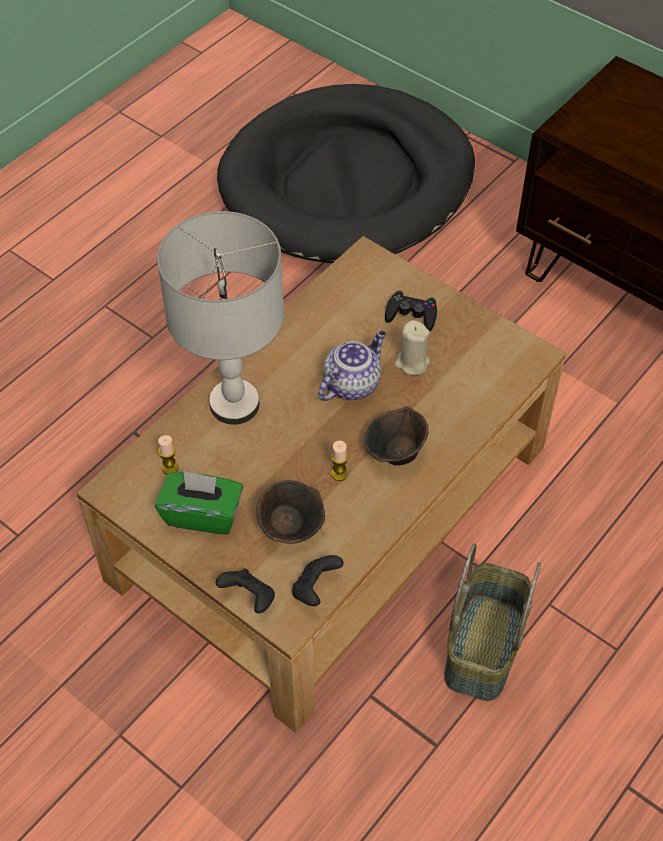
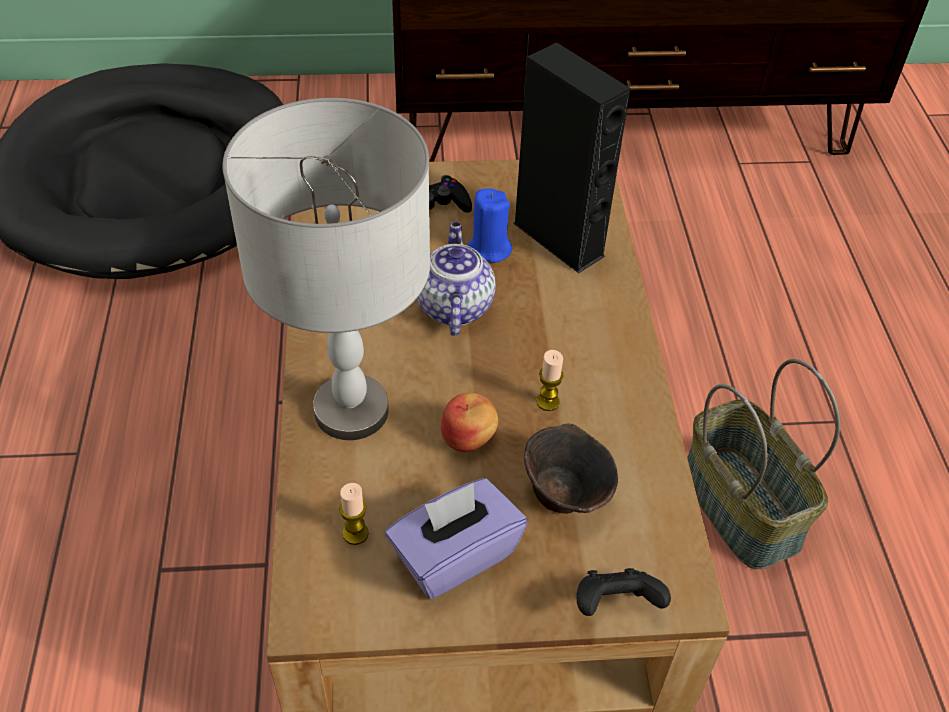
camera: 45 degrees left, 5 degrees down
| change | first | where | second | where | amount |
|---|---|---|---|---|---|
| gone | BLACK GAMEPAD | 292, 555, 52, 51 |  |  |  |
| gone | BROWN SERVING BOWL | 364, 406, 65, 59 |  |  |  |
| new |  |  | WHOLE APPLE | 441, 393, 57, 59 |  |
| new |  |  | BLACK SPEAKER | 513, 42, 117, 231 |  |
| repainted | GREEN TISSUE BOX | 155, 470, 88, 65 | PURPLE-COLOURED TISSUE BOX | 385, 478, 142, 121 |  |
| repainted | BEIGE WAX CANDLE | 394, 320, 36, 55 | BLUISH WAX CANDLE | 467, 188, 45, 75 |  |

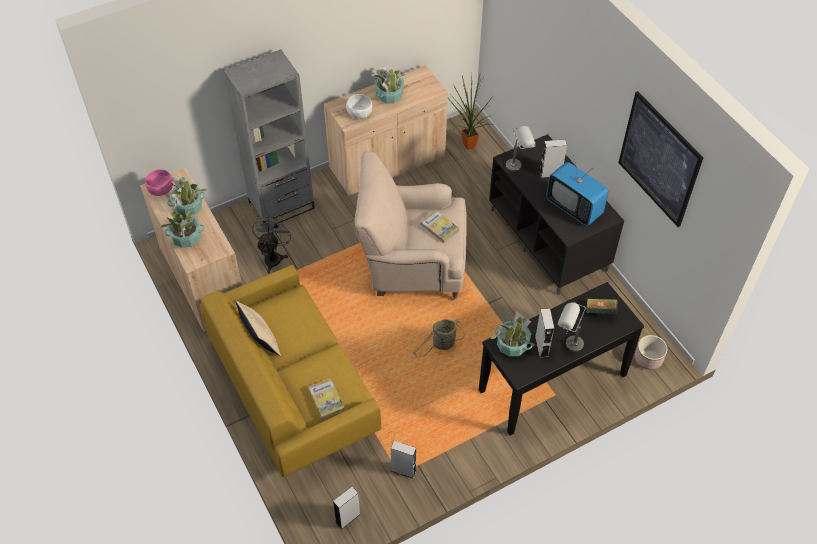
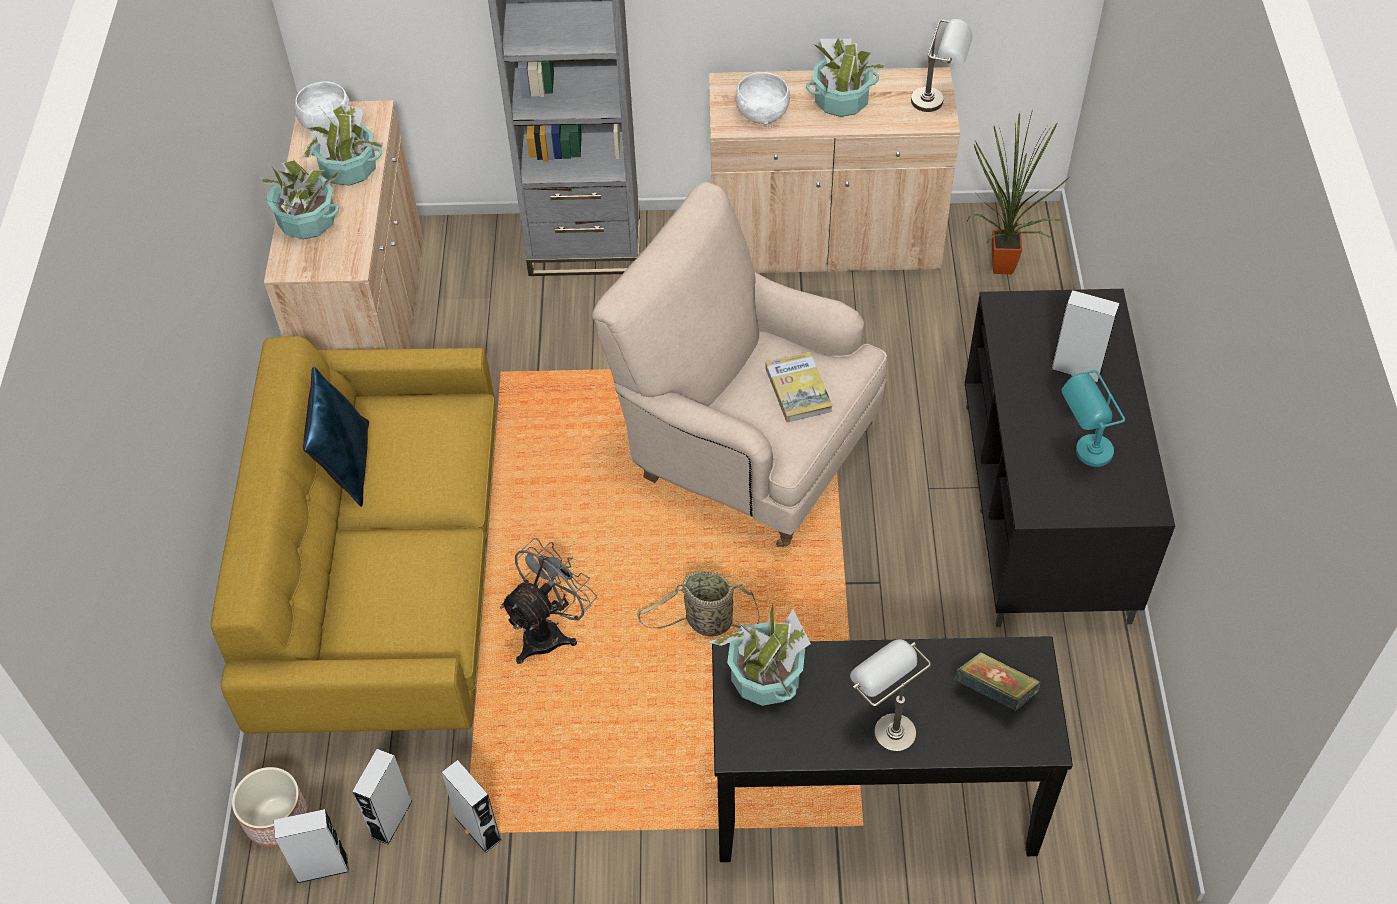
camera: 30 degrees right, 0 degrees up
| change | first | where | second | where | amount |
|---|---|---|---|---|---|
| gone | VOLUME | 308, 378, 37, 41 |  |  |  |
| gone | WALL PICTURE | 618, 91, 86, 136 |  |  |  |
| shifted | GREY FAN | 252, 213, 41, 60 |  | 500, 538, 97, 126 |  |
| shifted | GREY LAMP FOR A TABLE | 506, 126, 30, 46 |  | 911, 19, 62, 93 |  |
| shifted | GREY SPEAKER | 535, 308, 20, 50 |  | 352, 749, 60, 96 |  |
| shifted | PLANTER | 635, 335, 32, 35 |  | 232, 767, 76, 80 |  |
| swapped | TV SET | 546, 155, 63, 71 | TURQUOISE-COLOURED LAMP FOR A TABLE | 1062, 370, 63, 97 |  |
| repainted | PINKISH SERVING BOWL | 145, 169, 28, 27 | WHITE-COLOURED SERVING BOWL | 294, 81, 56, 50 |  |
| repainted | BEIGE PILLOW | 236, 301, 45, 55 | BLUISH PILLOW | 303, 367, 66, 140 |  |

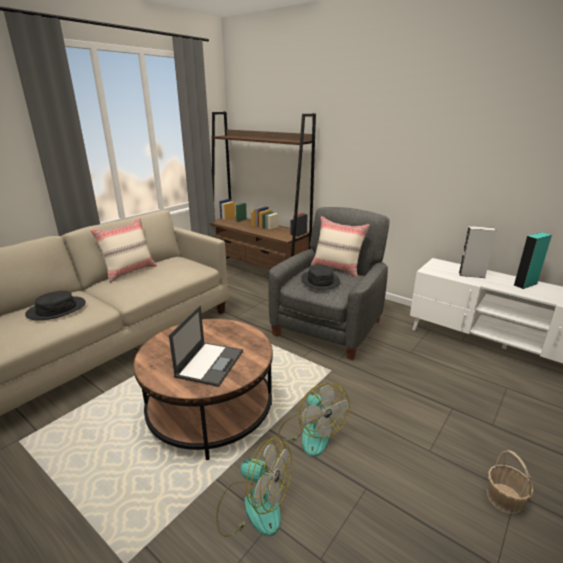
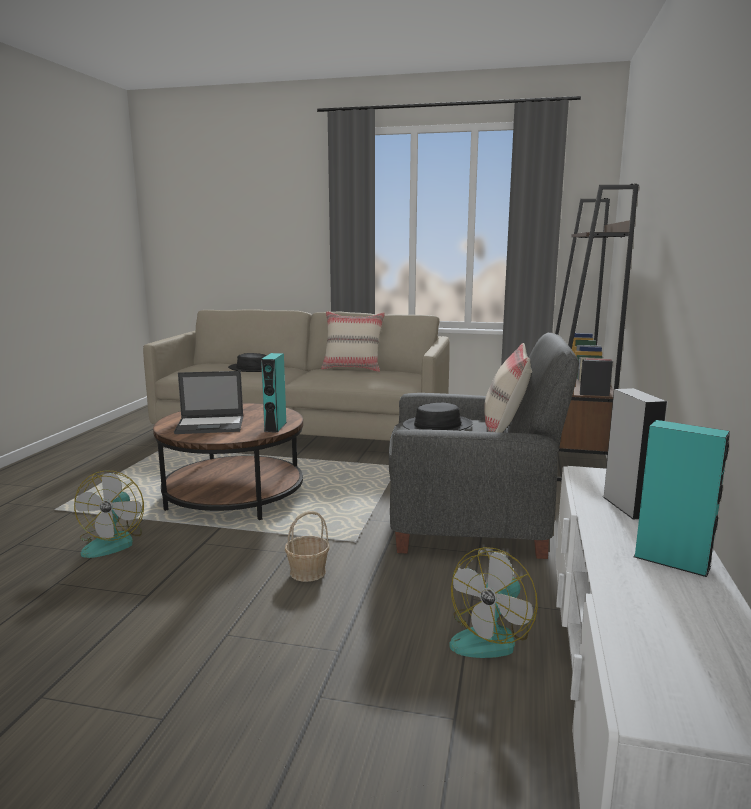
camera: 65 degrees right, 10 degrees down
| change | first | where | second | where | amount |
|---|---|---|---|---|---|
| new |  |  | TURQUOISE-COLOURED SPEAKER | 261, 353, 26, 80 |  |
| shifted | FAN | 278, 383, 72, 74 |  | 449, 547, 89, 111 |  |
| shifted | BASKET | 487, 450, 47, 64 |  | 285, 511, 45, 71 |  |

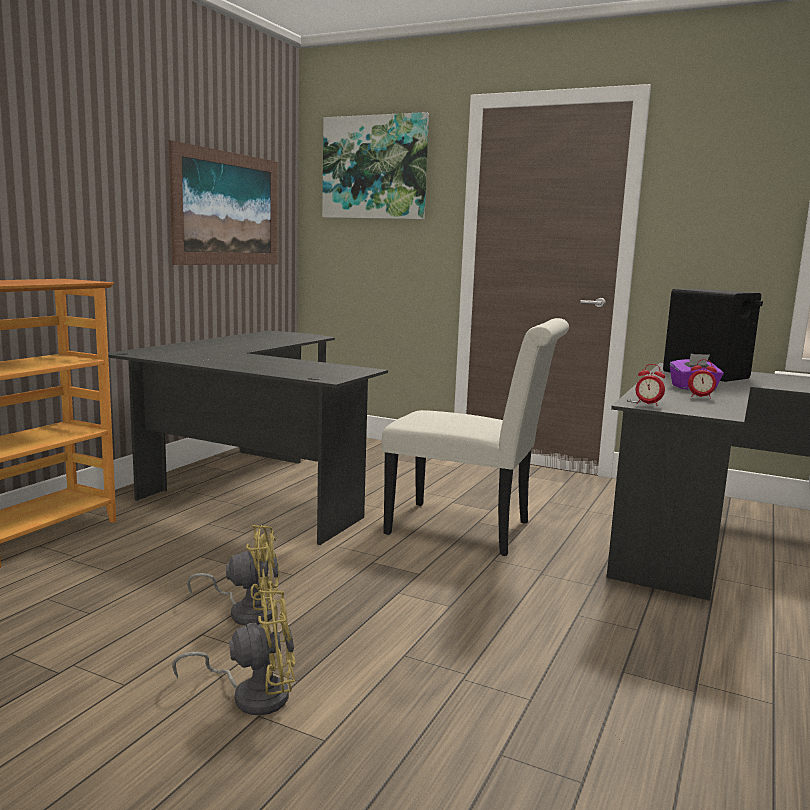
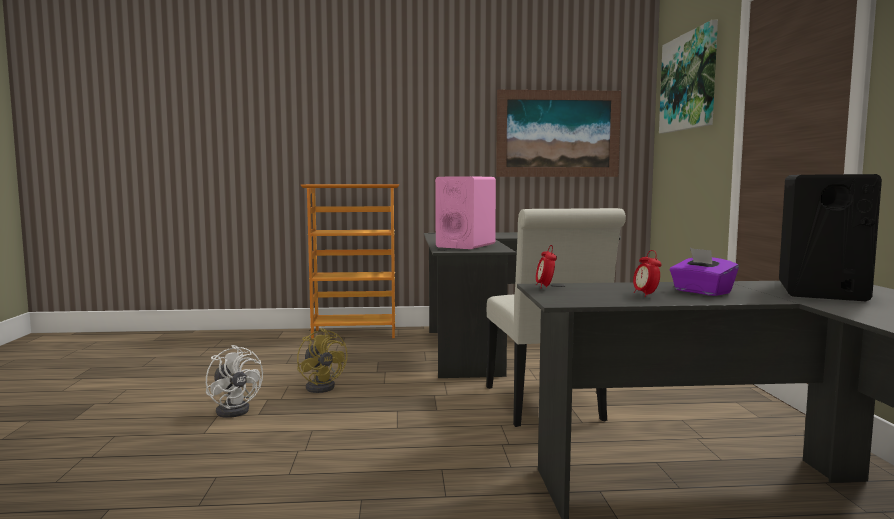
camera: 60 degrees right, 5 degrees down
| change | first | where | second | where | amount |
|---|---|---|---|---|---|
| new |  |  | PINKISH SPEAKER | 435, 176, 61, 73 |  |
| repainted | YELLOW FAN | 172, 589, 123, 126 | WHITE-COLOURED FAN | 206, 345, 57, 73 |  |

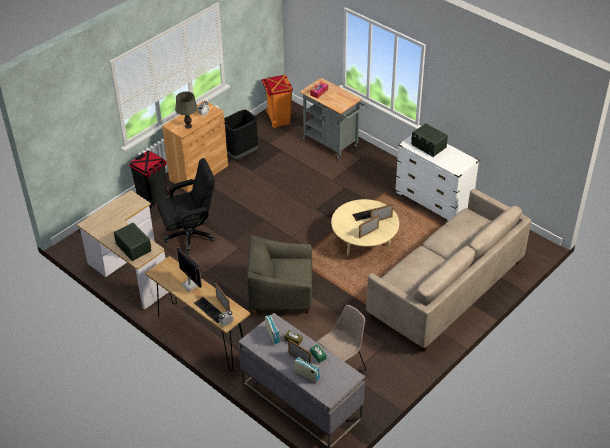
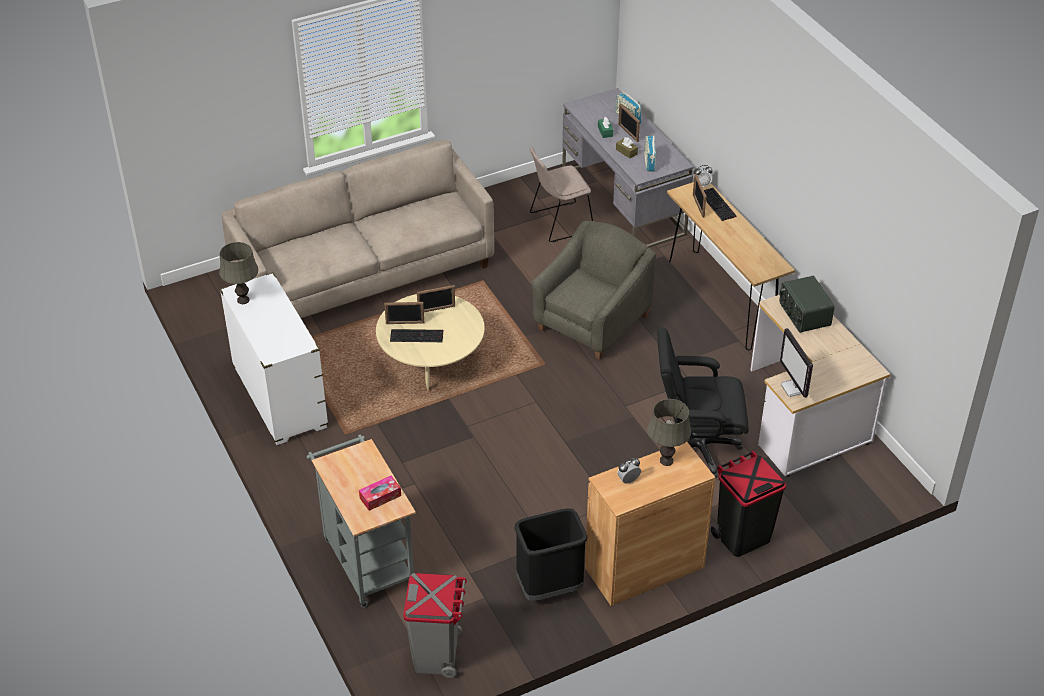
camera: 160 degrees left, 0 degrees up
| change | first | where | second | where | amount |
|---|---|---|---|---|---|
| gone | RADIO SET | 411, 123, 37, 34 |  |  |  |
| new |  |  | GREY LAMP FOR A TABLE | 219, 242, 39, 62 |  |
| shifted | COMPUTER DISPLAY | 177, 247, 25, 44 |  | 780, 328, 33, 70 |  |
| repainted | ORANGE TRASH CAN | 262, 75, 31, 53 | GREY TRASH CAN | 403, 573, 64, 105 |  |
| rotated | GREY ARMCHAIR | 247, 235, 65, 80 |  | 531, 221, 125, 139 | 75 degrees counterclockwise |

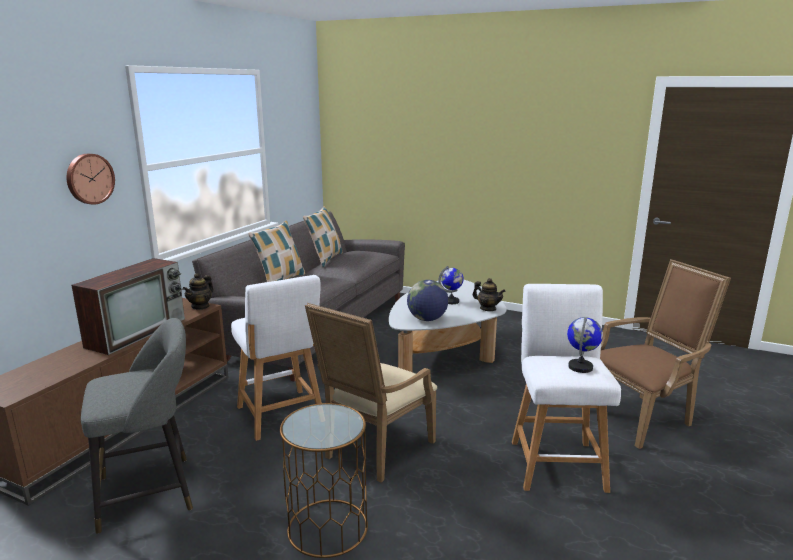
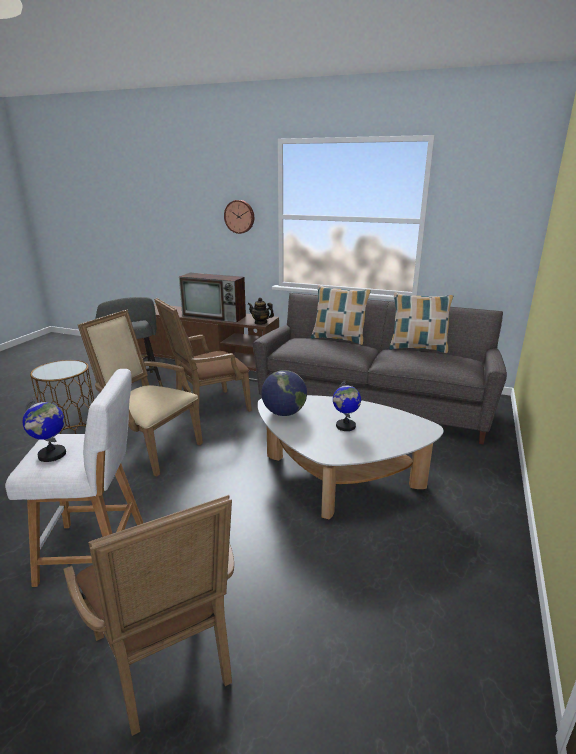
camera: 85 degrees right, 5 degrees up
| change | first | where | second | where | amount |
|---|---|---|---|---|---|
| gone | TEA POT | 473, 278, 32, 33 |  |  |  |
| swapped | WHITE-COLOURED STOOL | 231, 275, 91, 166 | BROWN ARMCHAIR | 154, 298, 98, 114 |  |

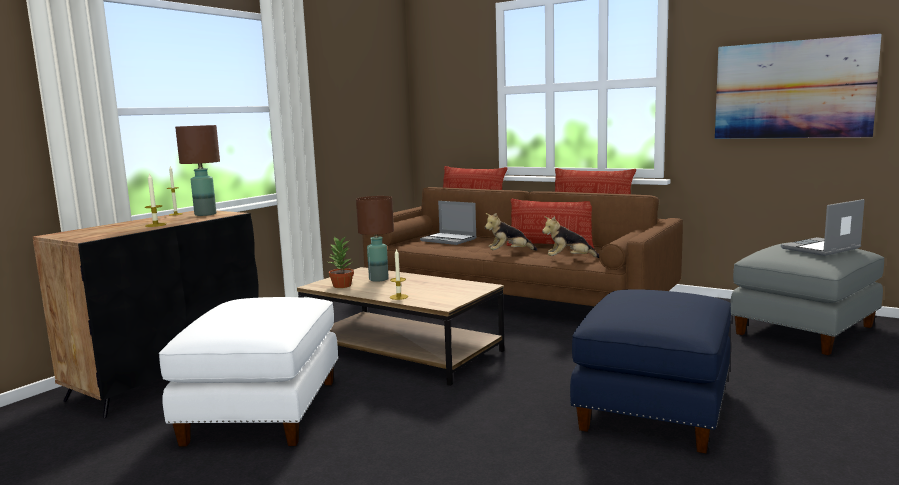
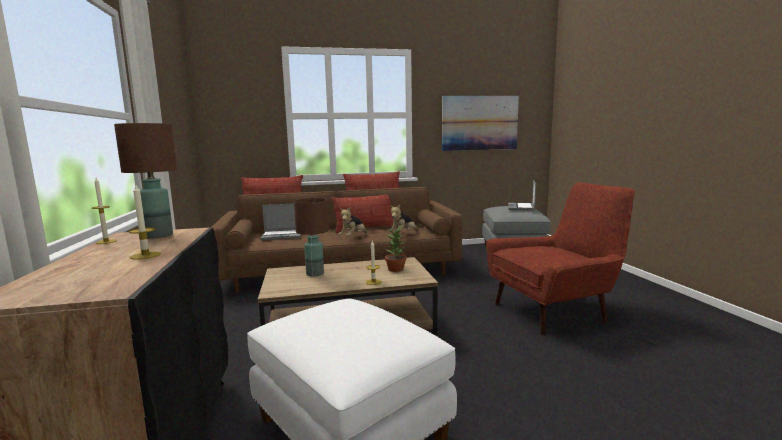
camera: 45 degrees left, 0 degrees up
| change | first | where | second | where | amount |
|---|---|---|---|---|---|
| shifted | POTTED PLANT | 328, 237, 26, 51 |  | 385, 226, 22, 46 |  |
| swapped | BLUISH OTTOMAN | 570, 289, 161, 164 | REDDISH ARMCHAIR | 486, 182, 149, 153 |  |

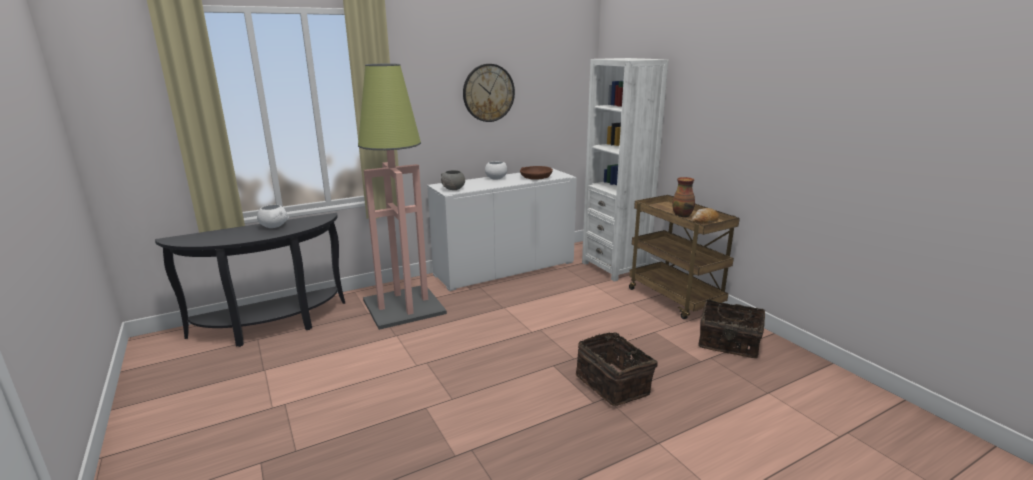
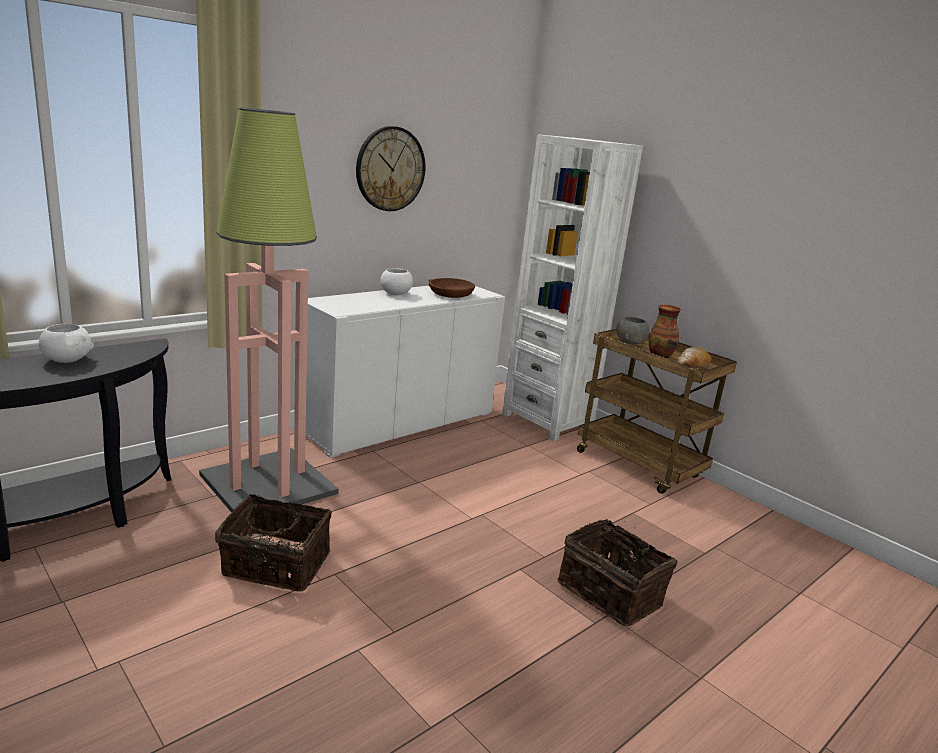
camera: 15 degrees left, 0 degrees up
| change | first | where | second | where | amount |
|---|---|---|---|---|---|
| shifted | GREY SERVING BOWL | 441, 170, 24, 20 |  | 616, 317, 34, 28 |  |
| shifted | BASKET | 698, 300, 67, 58 |  | 215, 494, 117, 97 |  |

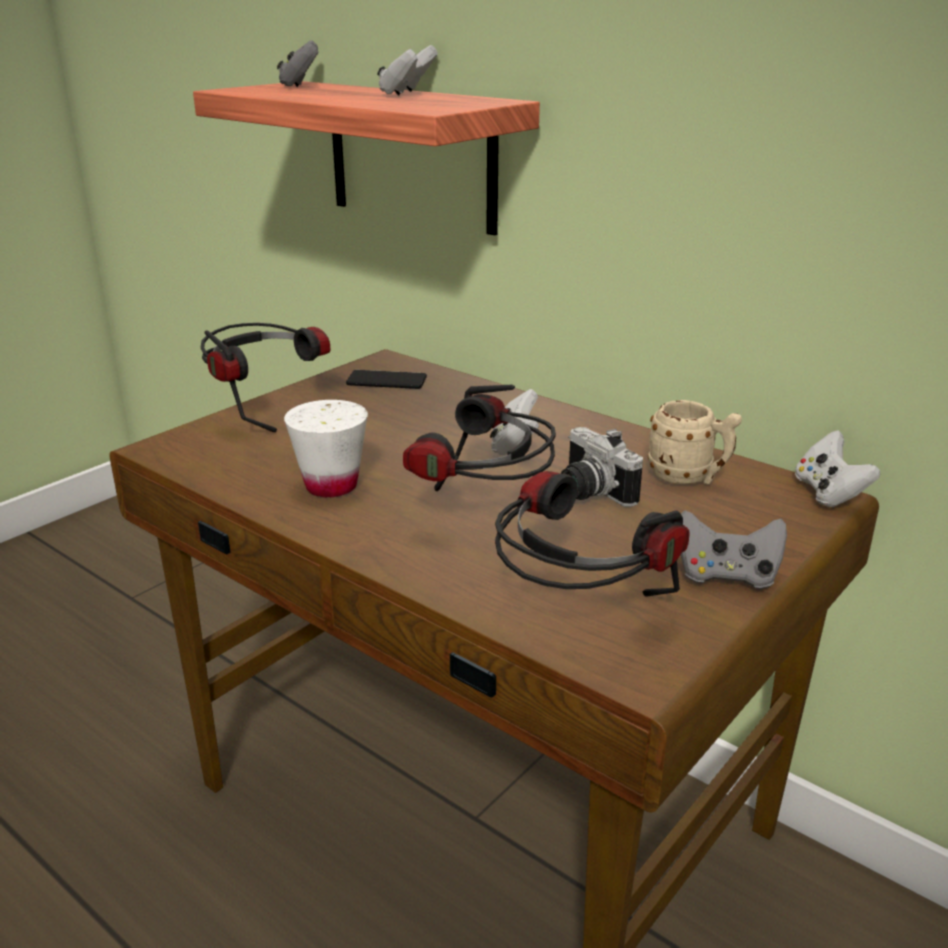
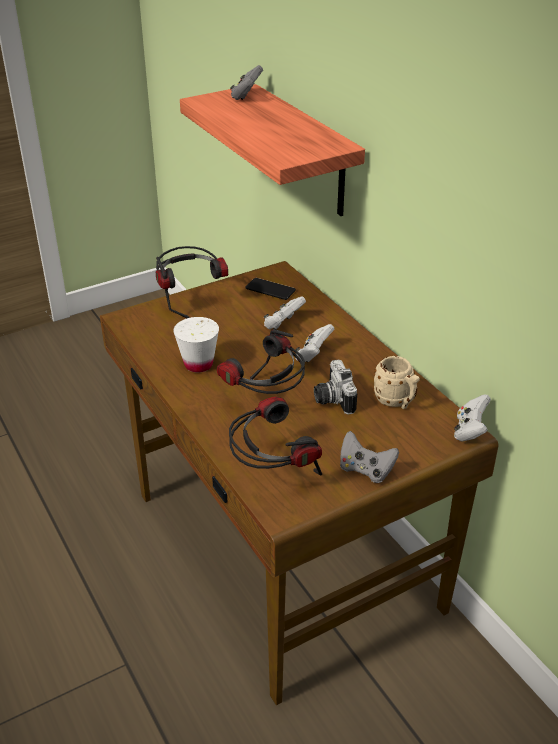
camera: 20 degrees right, 10 degrees up
| change | first | where | second | where | amount |
|---|---|---|---|---|---|
| shifted | WHITE-COLOURED GAMEPAD | 377, 45, 61, 51 |  | 264, 296, 42, 34 |  |

